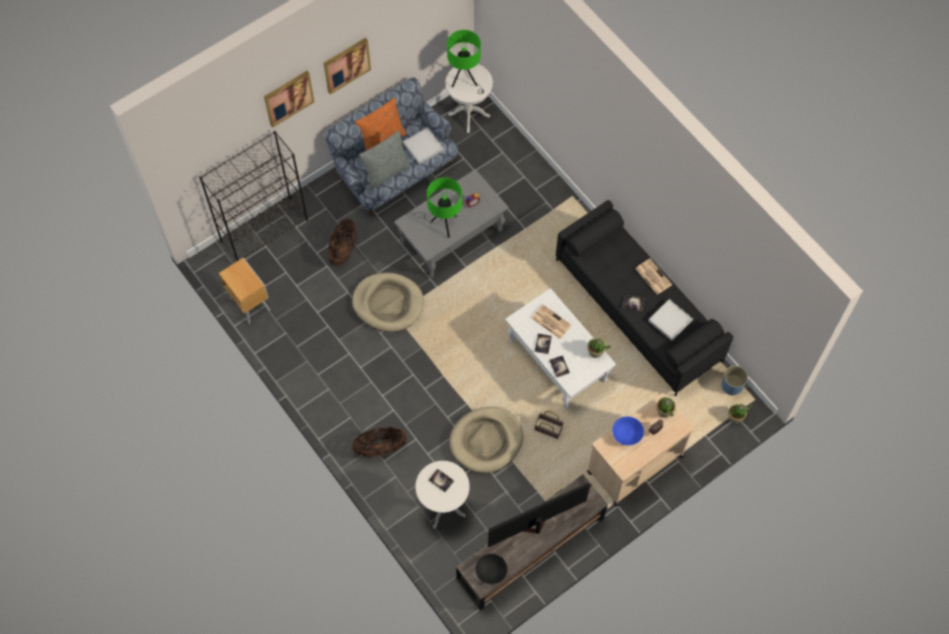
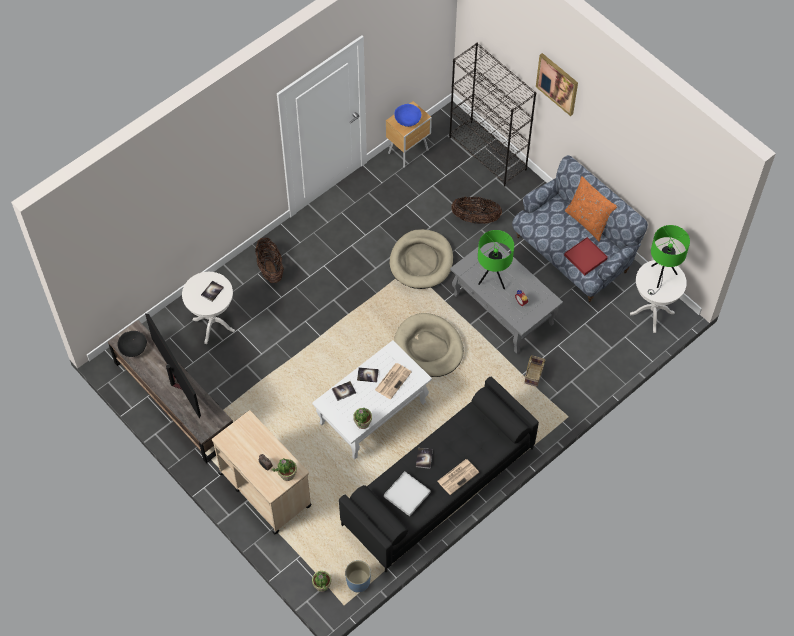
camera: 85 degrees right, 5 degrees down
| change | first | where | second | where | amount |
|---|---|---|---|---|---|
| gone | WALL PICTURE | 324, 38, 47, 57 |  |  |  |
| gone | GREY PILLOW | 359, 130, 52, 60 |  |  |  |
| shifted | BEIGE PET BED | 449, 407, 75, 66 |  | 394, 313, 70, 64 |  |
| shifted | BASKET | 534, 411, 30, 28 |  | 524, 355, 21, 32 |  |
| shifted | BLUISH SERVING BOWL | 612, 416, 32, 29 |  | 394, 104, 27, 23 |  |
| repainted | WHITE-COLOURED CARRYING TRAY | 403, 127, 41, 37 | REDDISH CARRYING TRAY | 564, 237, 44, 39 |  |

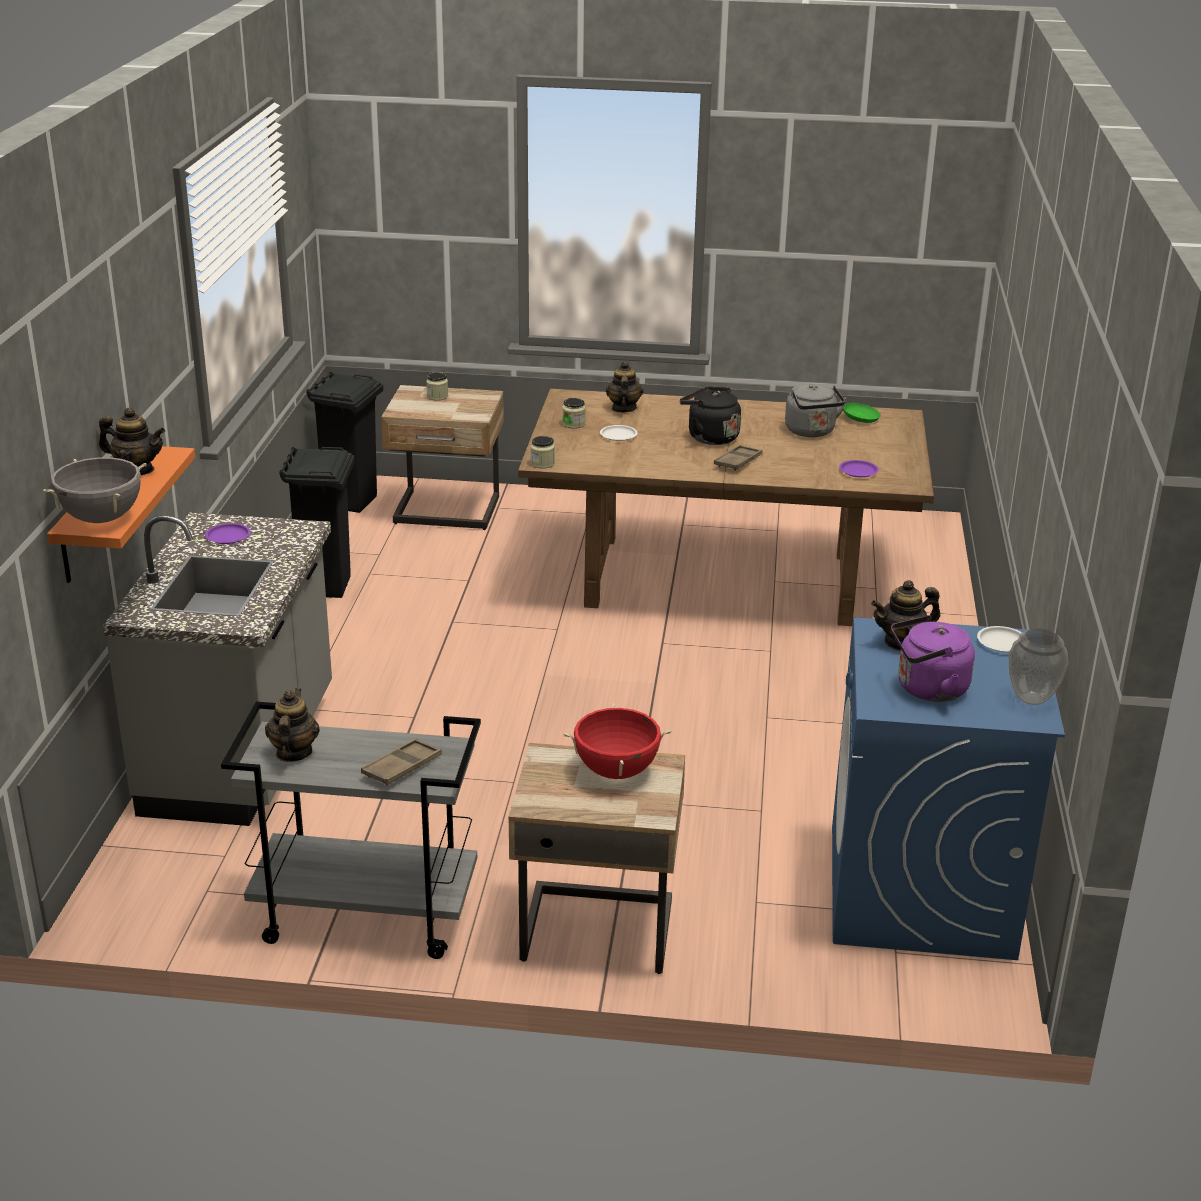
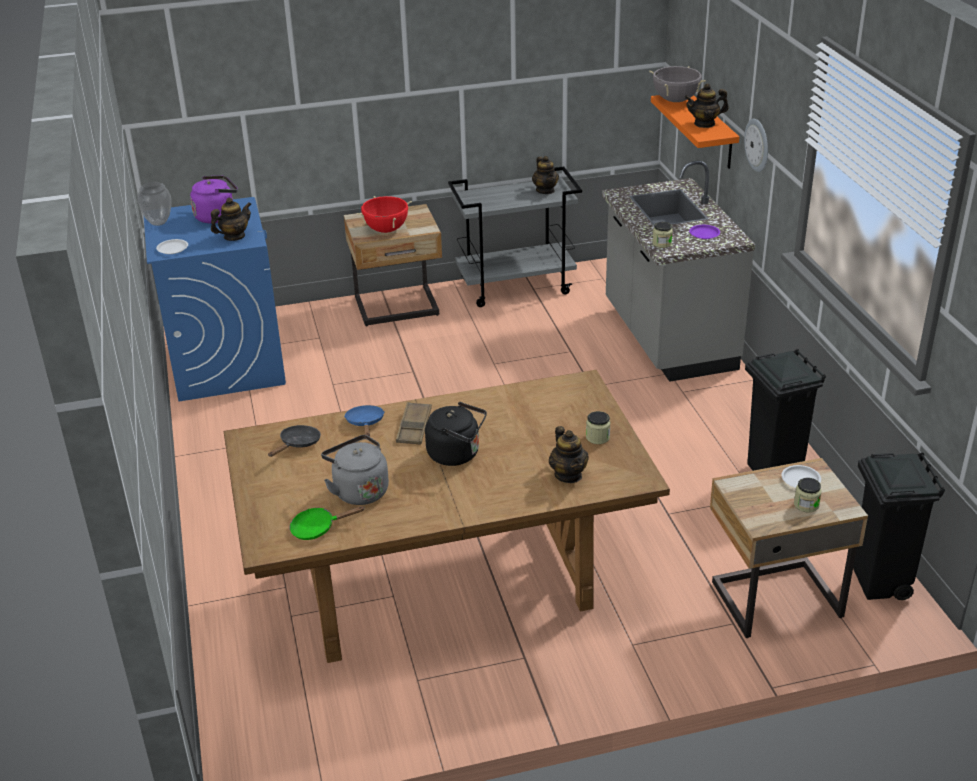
camera: 160 degrees right, 5 degrees up
| change | first | where | second | where | amount |
|---|---|---|---|---|---|
| gone | BROWN CARRYING TRAY | 361, 739, 81, 46 |  |  |  |
| new |  |  | BLUISH SKILLET | 344, 405, 41, 32 |  |
| new |  |  | HANGING CLOCK | 744, 119, 24, 53 |  |
| shifted | PRESERVE JAR | 531, 436, 24, 32 |  | 652, 222, 21, 26 |  |
| shifted | WHITE-COLOURED PLATE | 600, 425, 38, 16 |  | 781, 465, 40, 23 |  |
| swapped | PURPLE-COLOURED PLATE | 839, 460, 40, 17 | BLACK SKILLET | 268, 425, 53, 32 |  |

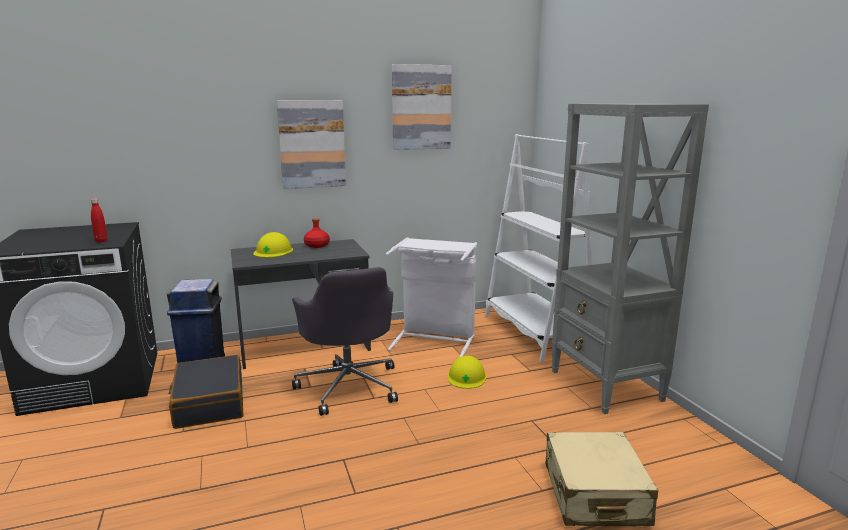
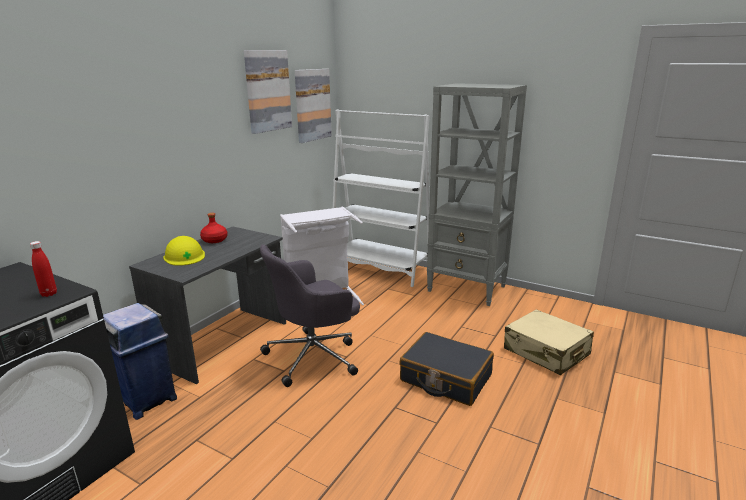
camera: 40 degrees left, 5 degrees up
| change | first | where | second | where | amount |
|---|---|---|---|---|---|
| gone | YELLOW HARD HAT | 448, 356, 39, 33 |  |  |  |
| shifted | BLACK SUITCASE | 169, 355, 74, 74 |  | 399, 332, 95, 74 |  |
| shifted | WALL PICTURE | 277, 100, 69, 89 |  | 295, 69, 37, 74 |  |
| rotated | GREY COMPUTER CHAIR | 292, 267, 106, 149 |  | 260, 244, 100, 143 | 120 degrees clockwise |

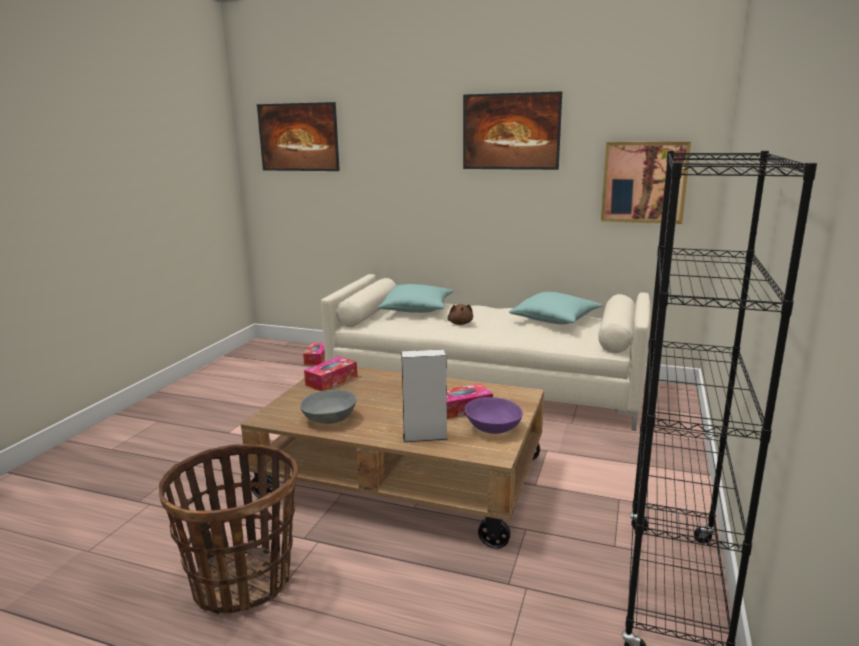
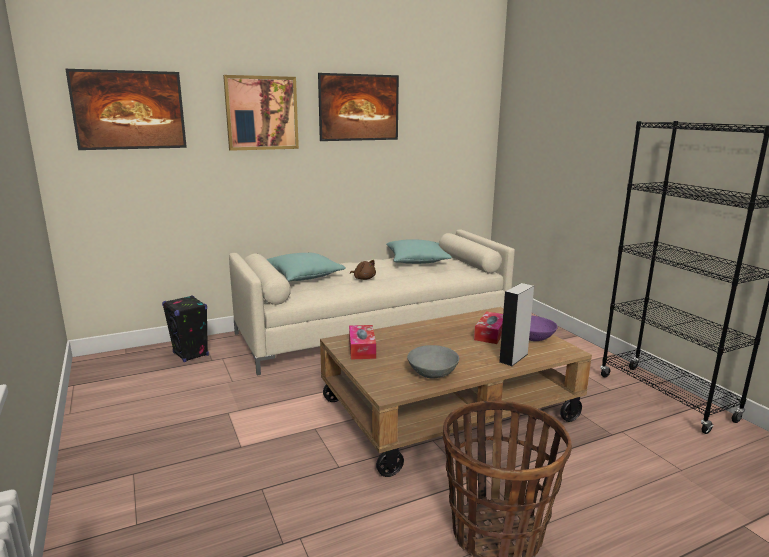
camera: 45 degrees left, 0 degrees up
| change | first | where | second | where | amount |
|---|---|---|---|---|---|
| shifted | WALL PICTURE | 601, 142, 90, 82 |  | 223, 75, 76, 76 |  |
| swapped | TISSUE BOX | 303, 343, 22, 22 | BLACK SPEAKER | 162, 295, 47, 67 |  |

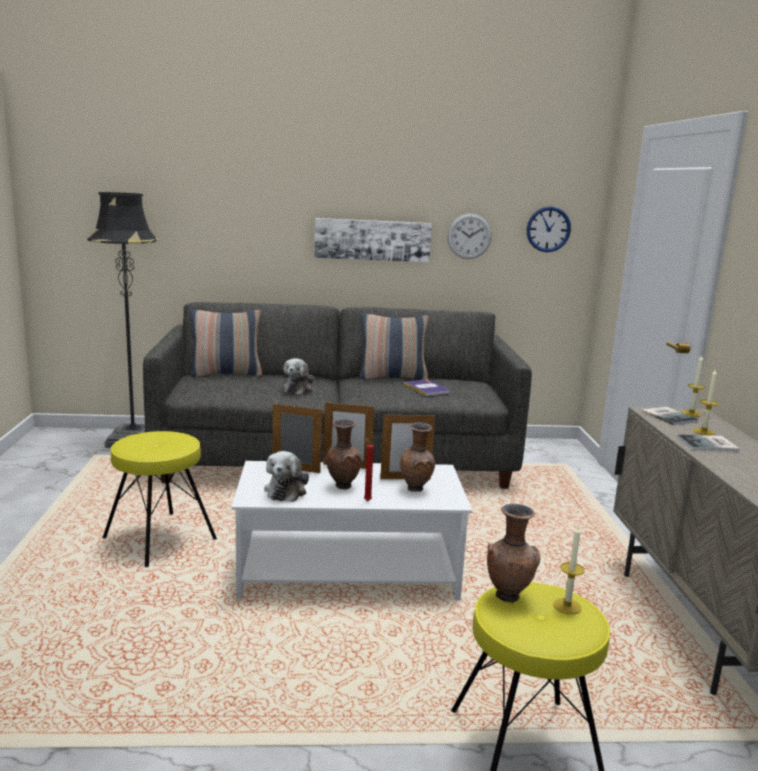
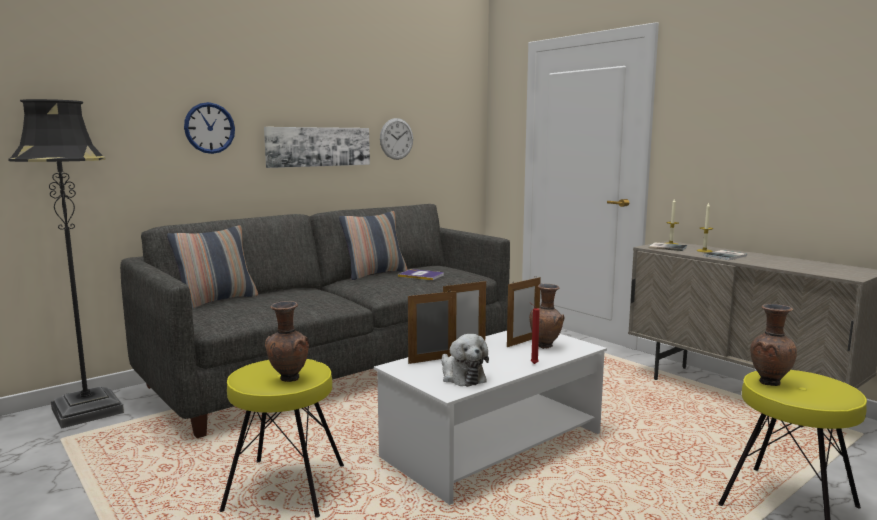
camera: 35 degrees left, 5 degrees down
| change | first | where | second | where | amount |
|---|---|---|---|---|---|
| gone | SOFT TOY | 284, 358, 30, 37 |  |  |  |
| gone | WAX CANDLE | 553, 526, 32, 88 |  |  |  |
| shifted | BROWN DECORATIVE VASE | 326, 419, 36, 71 |  | 265, 301, 44, 81 |  |
| shifted | HANGING CLOCK | 526, 207, 45, 45 |  | 184, 102, 51, 52 |  |

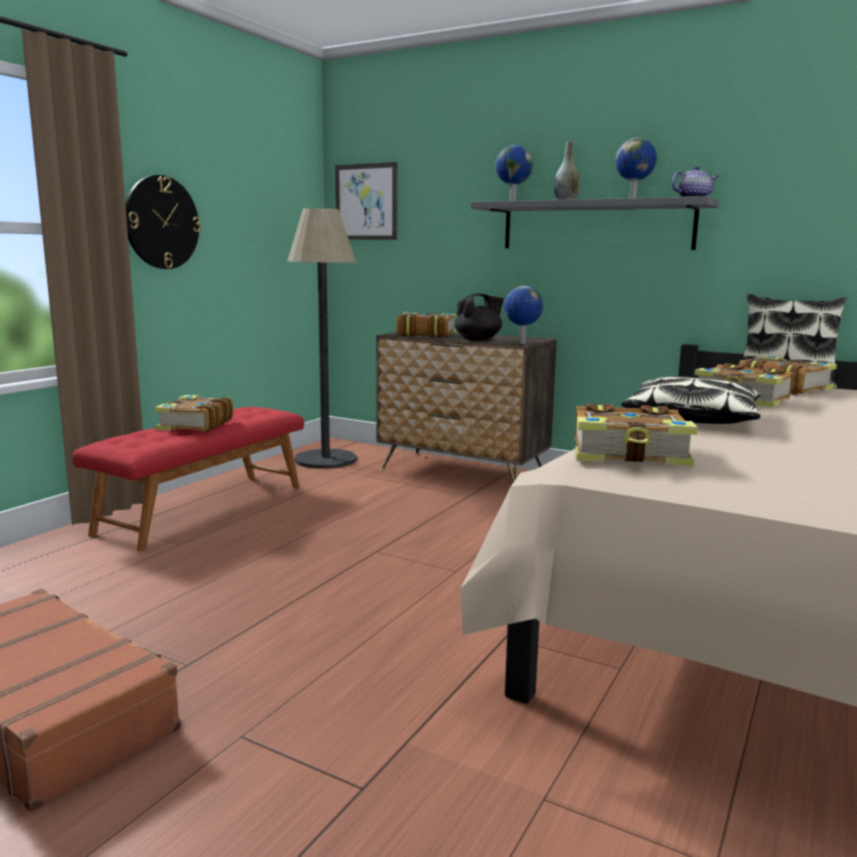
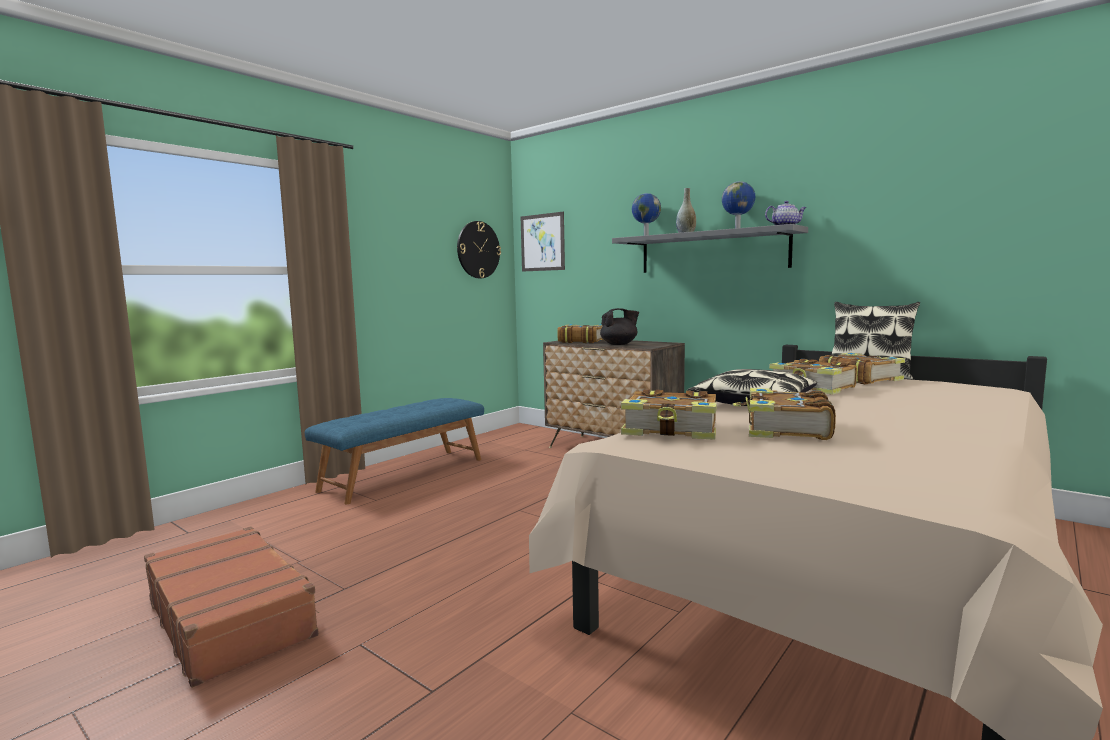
camera: 10 degrees right, 5 degrees down
| change | first | where | second | where | amount |
|---|---|---|---|---|---|
| gone | STANDARD LAMP | 287, 208, 70, 261 |  |  |  |
| gone | DESK GLOBE | 504, 286, 39, 58 |  |  |  |
| shifted | HANGING CLOCK | 125, 175, 76, 94 |  | 457, 221, 44, 57 |  |
| shifted | VOLUME | 154, 395, 79, 37 |  | 732, 388, 104, 52 |  |
| repainted | REDDISH LONG SEAT | 72, 407, 232, 145 | BLUISH LONG SEAT | 305, 398, 179, 106 |  |

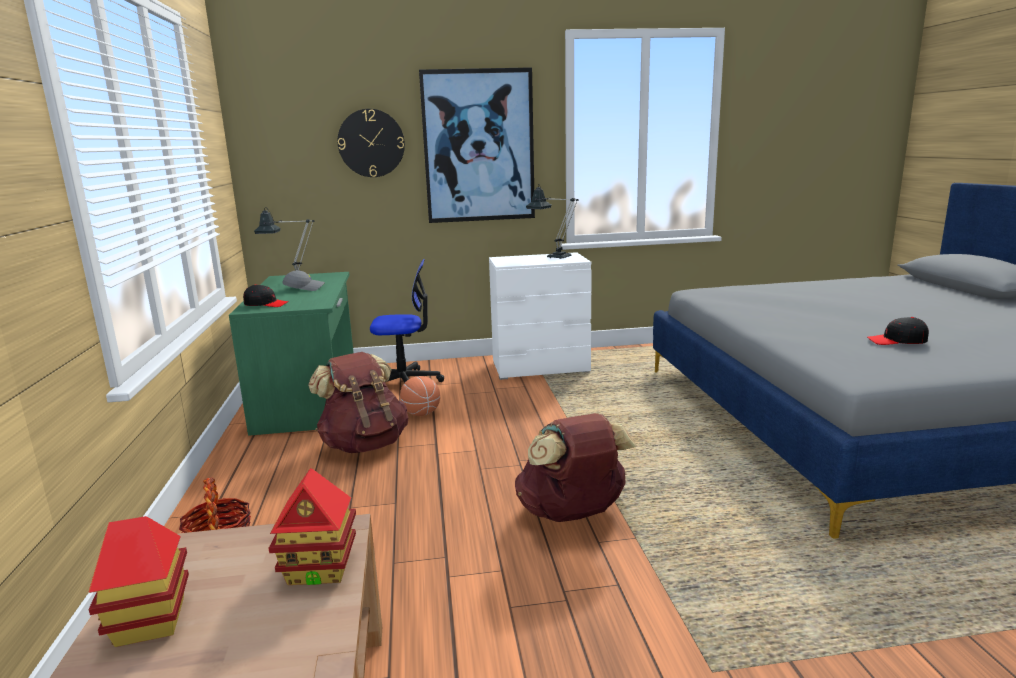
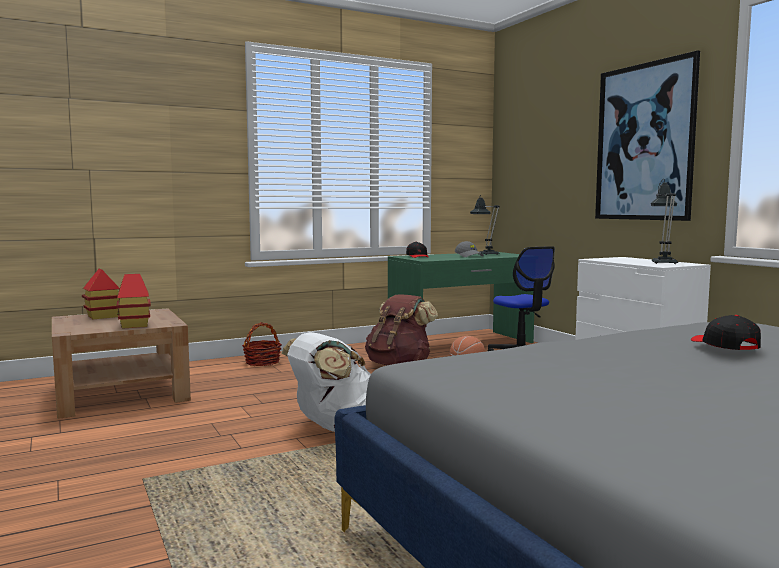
camera: 70 degrees right, 10 degrees down
| change | first | where | second | where | amount |
|---|---|---|---|---|---|
| gone | HANGING CLOCK | 338, 109, 67, 68 |  |  |  |
| shifted | BLACK BASEBALL CAP | 867, 317, 62, 28 |  | 691, 315, 70, 35 |  |
| repainted | BROWN BACKPACK | 515, 413, 122, 109 | WHITE-COLOURED BACKPACK | 281, 332, 90, 100 |  |

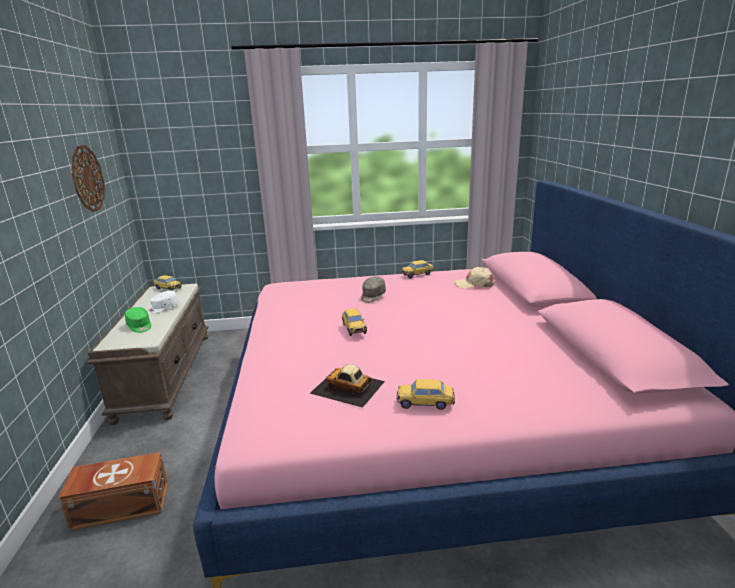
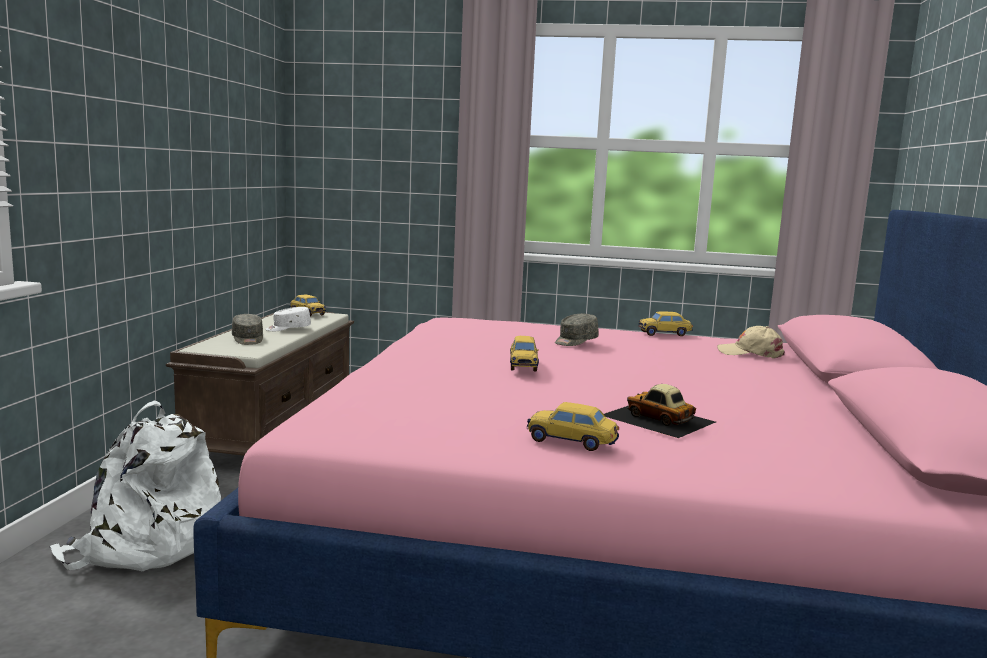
camera: 15 degrees right, 10 degrees down
| change | first | where | second | where | amount |
|---|---|---|---|---|---|
| gone | HANGING CLOCK | 72, 145, 33, 67 |  |  |  |
| shifted | TOY CAR | 310, 364, 75, 44 |  | 604, 384, 112, 54 |  |
| swapped | BROWN STORAGE BOX | 58, 452, 110, 79 | WHITE-COLOURED BACKPACK | 50, 400, 171, 171 |  |
| repainted | GREEN BASEBALL CAP | 125, 307, 26, 26 | GREY BASEBALL CAP | 232, 314, 31, 31 |  |

